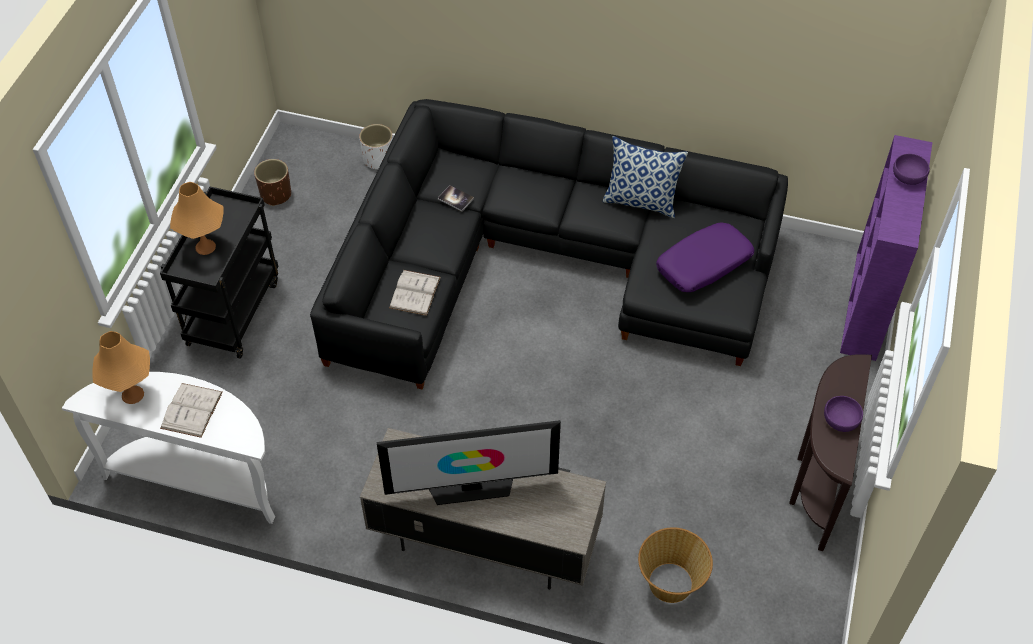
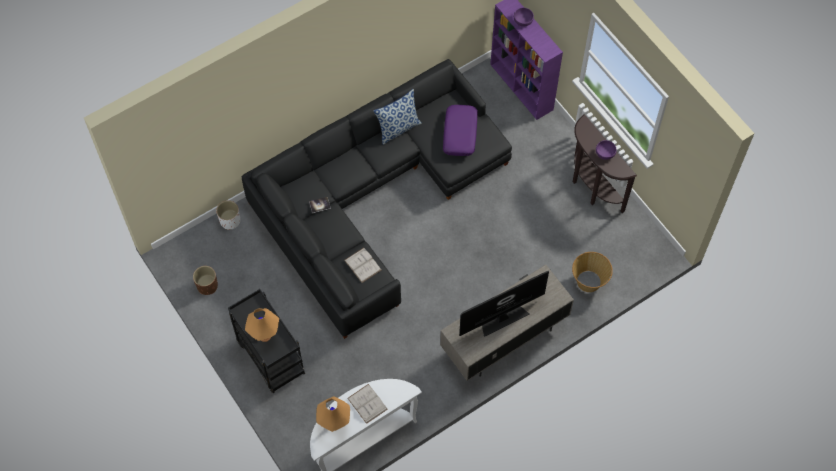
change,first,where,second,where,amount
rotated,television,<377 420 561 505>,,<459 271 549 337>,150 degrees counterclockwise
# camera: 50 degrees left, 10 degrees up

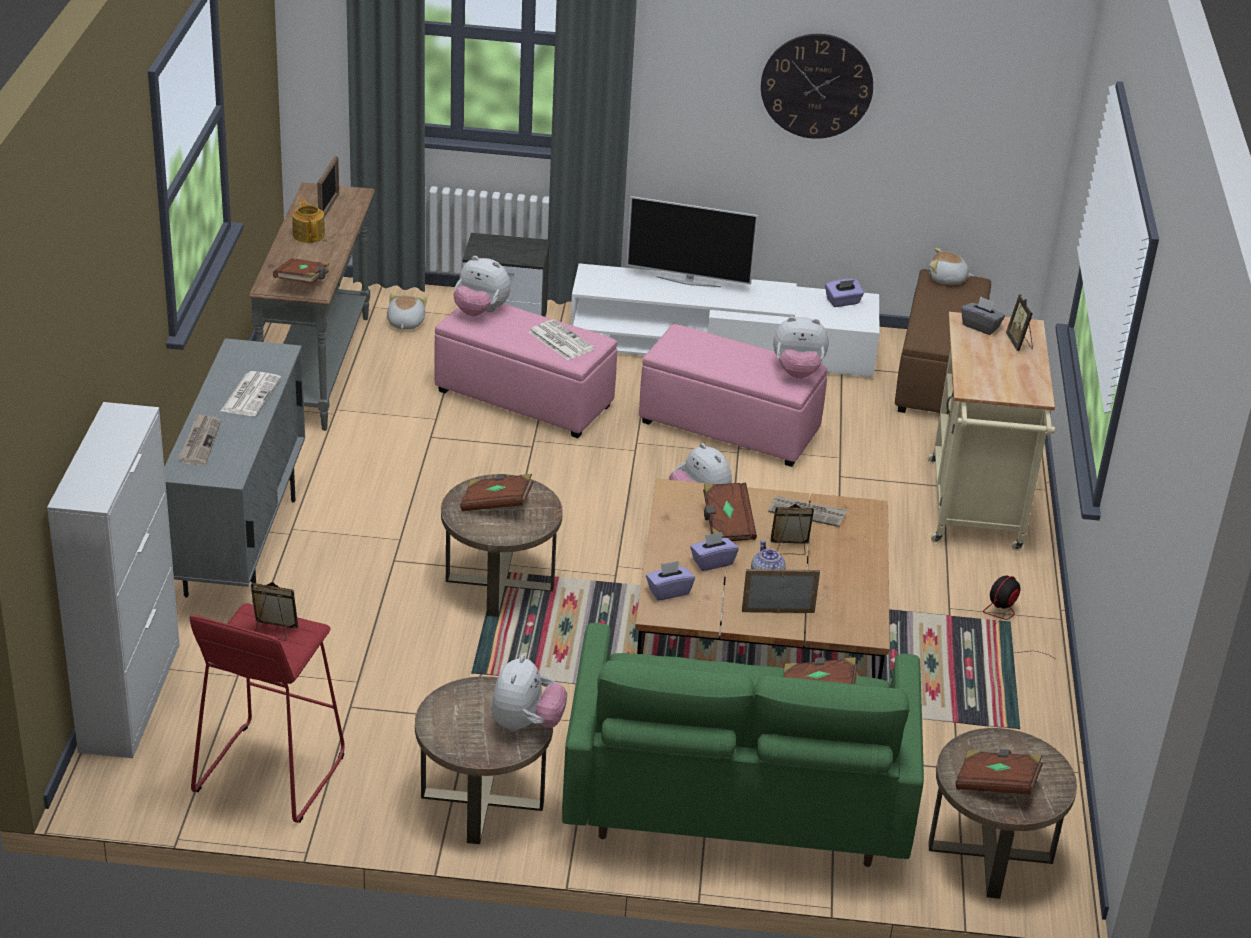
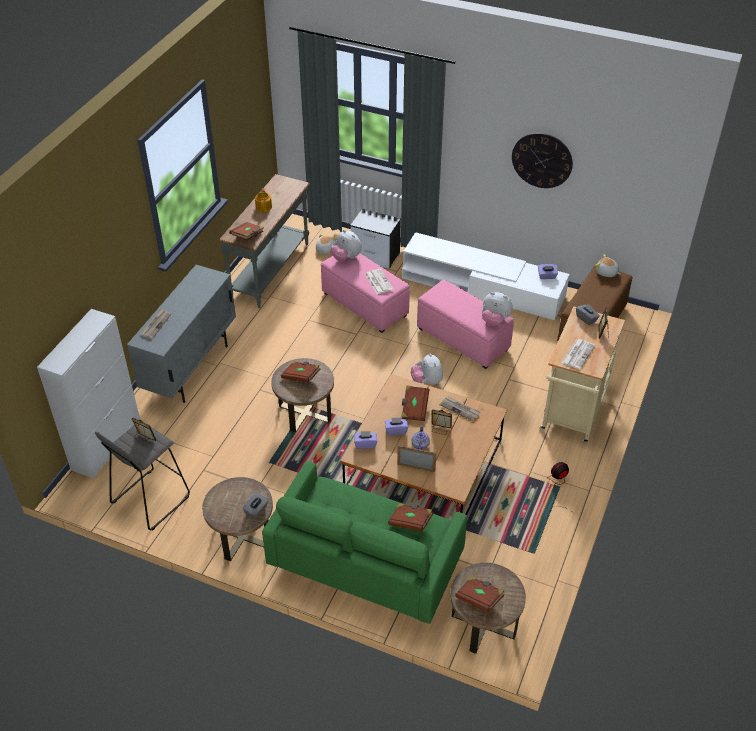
change,first,where,second,where,amount
repainted,red stool,<190 603 345 823>,grey stool,<95 425 190 530>,
swapped,plush toy,<491 655 567 732>,grey tissue box,<243 492 269 519>,
shifted,newspaper,<221 371 281 416>,,<562 339 595 369>,
gone,picture frame,<317 156 339 217>,,,
gone,television,<626 196 758 287>,,,
# camera: 20 degrees right, 10 degrees up

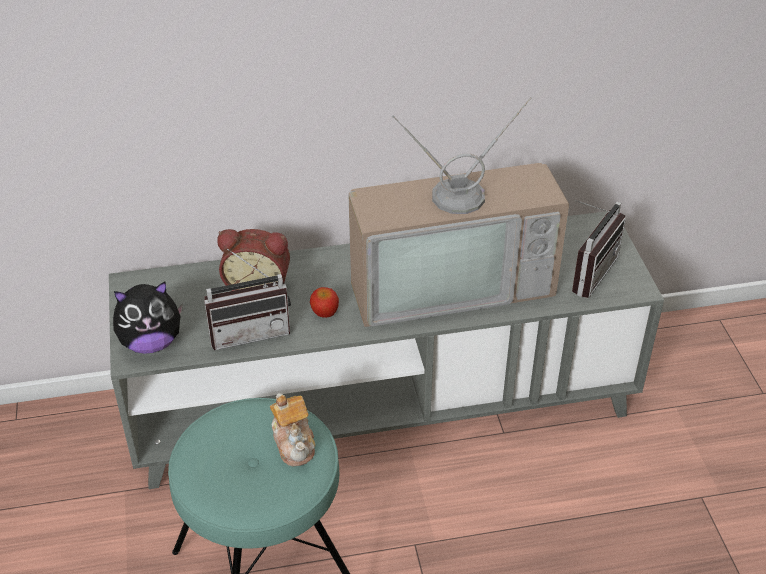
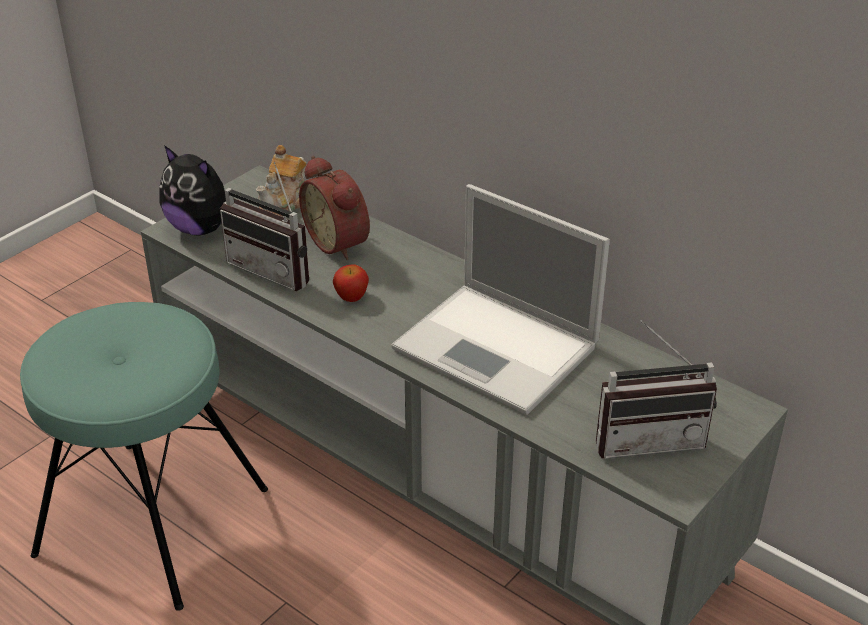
change,first,where,second,where,amount
shifted,teapot,<270 393 316 466>,,<256 145 306 217>,
swapped,television,<348 97 569 327>,laptop,<391 184 610 415>,
# camera: 50 degrees right, 5 degrees down

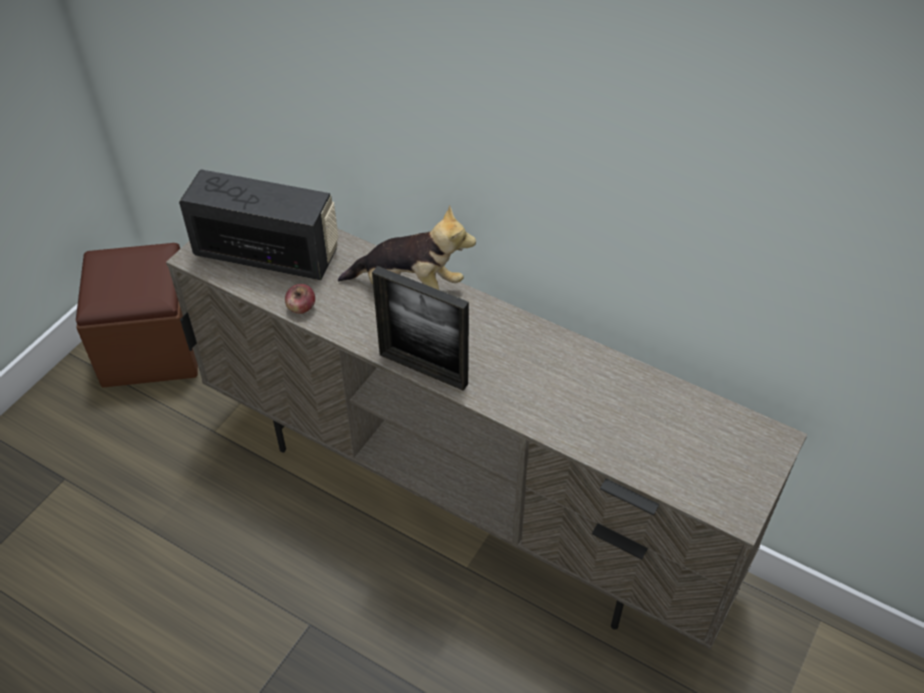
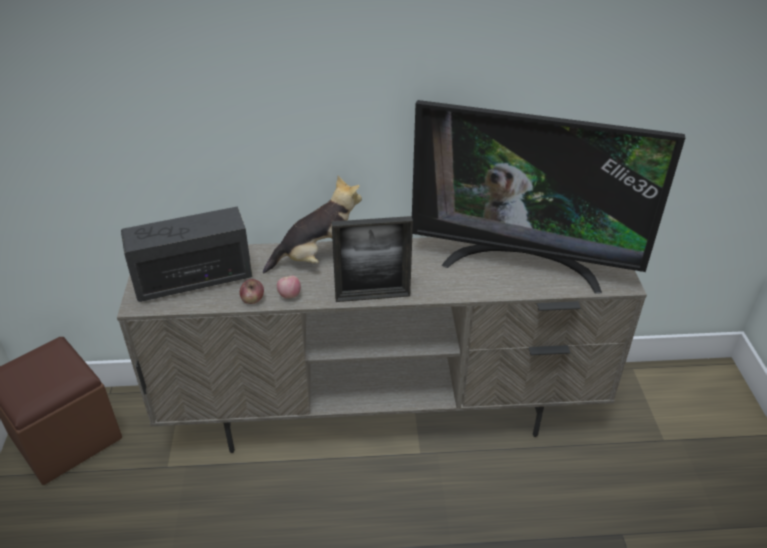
change,first,where,second,where,amount
new,,,apple,<277 276 301 299>,
new,,,television,<412 100 685 294>,
# camera: 35 degrees left, 10 degrees down

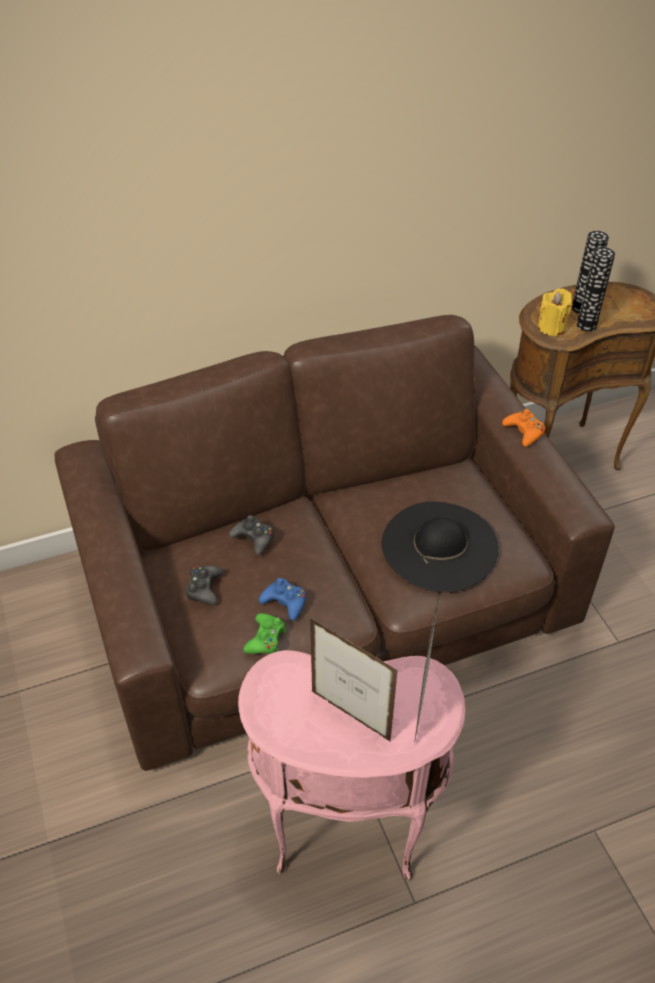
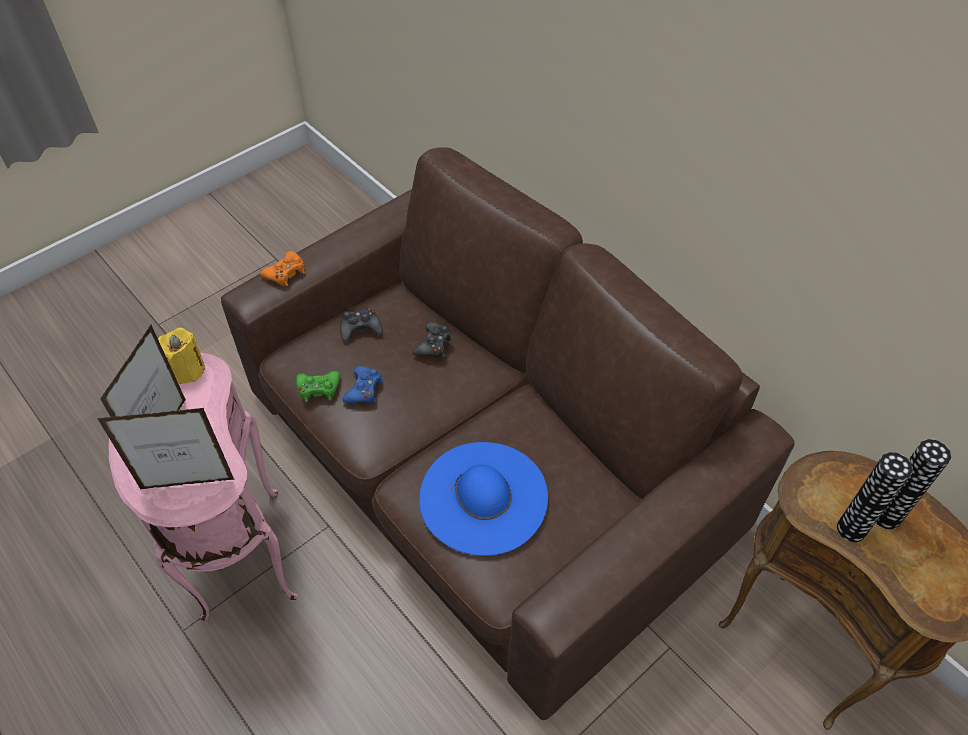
change,first,where,second,where,amount
shifted,yellow candle,<538 288 572 336>,,<158 328 205 384>,
shifted,orange game controller,<502 409 545 447>,,<260 251 305 286>,
repainted,black hat,<382 502 499 593>,blue hat,<419 442 548 556>,
# camera: 70 degrees right, 5 degrees up

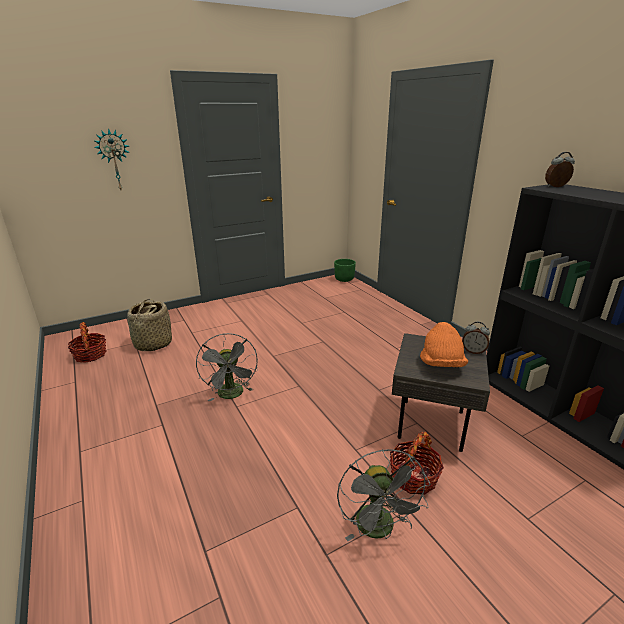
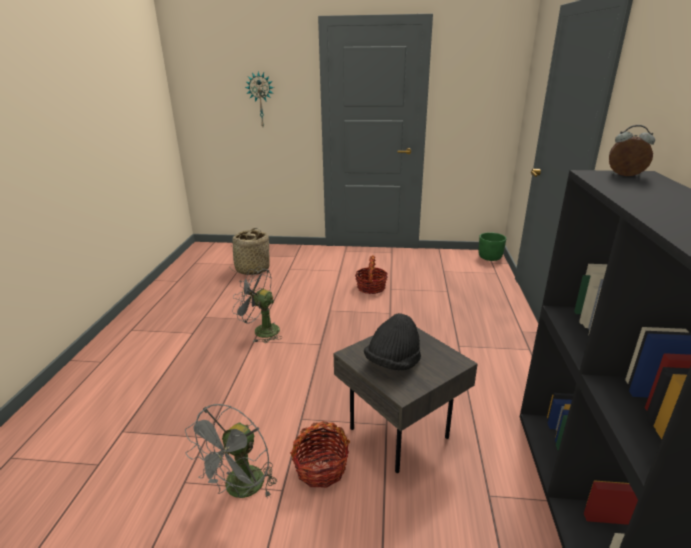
change,first,where,second,where,amount
rotated,grey fan,<196 333 258 401>,,<232 267 283 343>,90 degrees clockwise
shifted,basket,<68 322 106 363>,,<355 255 388 294>,
repainted,orange hat,<420 322 468 367>,black hat,<364 313 421 371>,
gone,alarm clock,<462 322 490 354>,,,
# camera: 35 degrees right, 0 degrees up

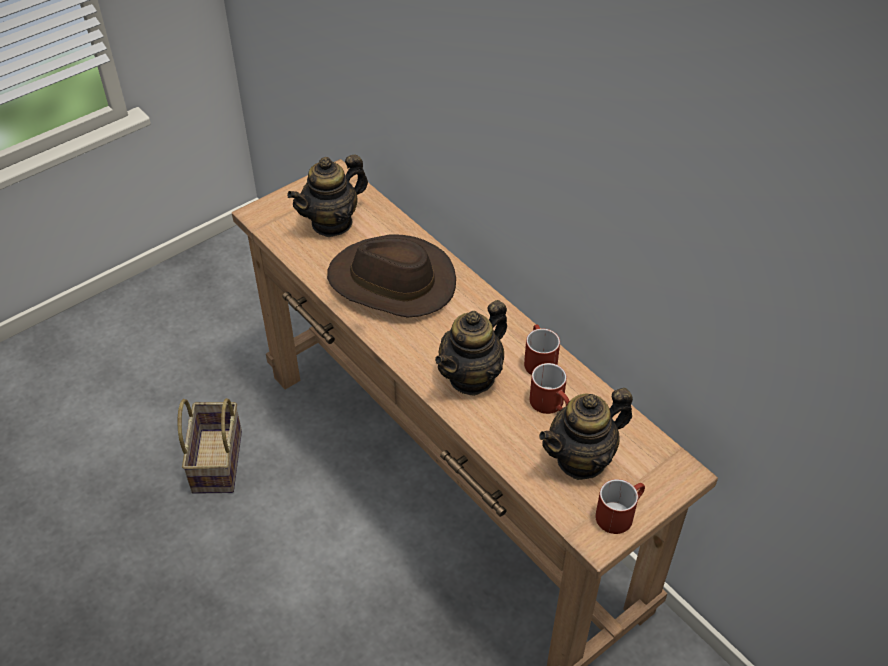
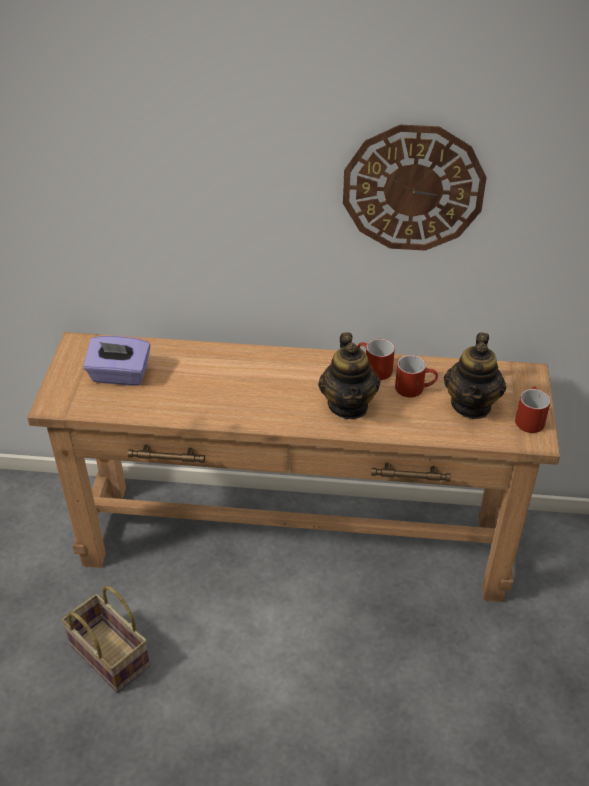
change,first,where,second,where,amount
swapped,teapot,<287 155 368 237>,purple tissue box,<83 336 150 386>,
new,,,wall clock,<343 125 487 251>,
gone,brown hat,<327 234 456 318>,,,
# camera: 45 degrees left, 5 degrees down

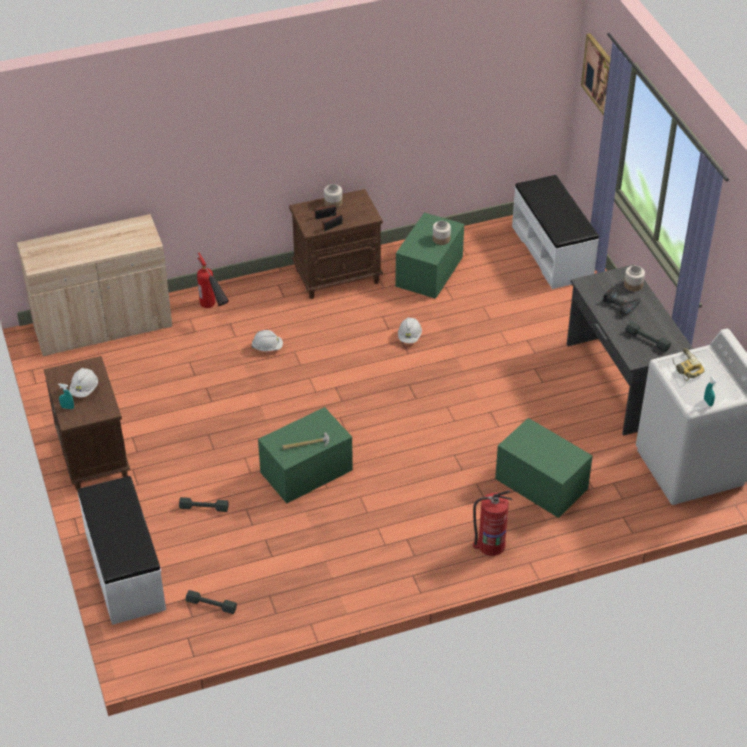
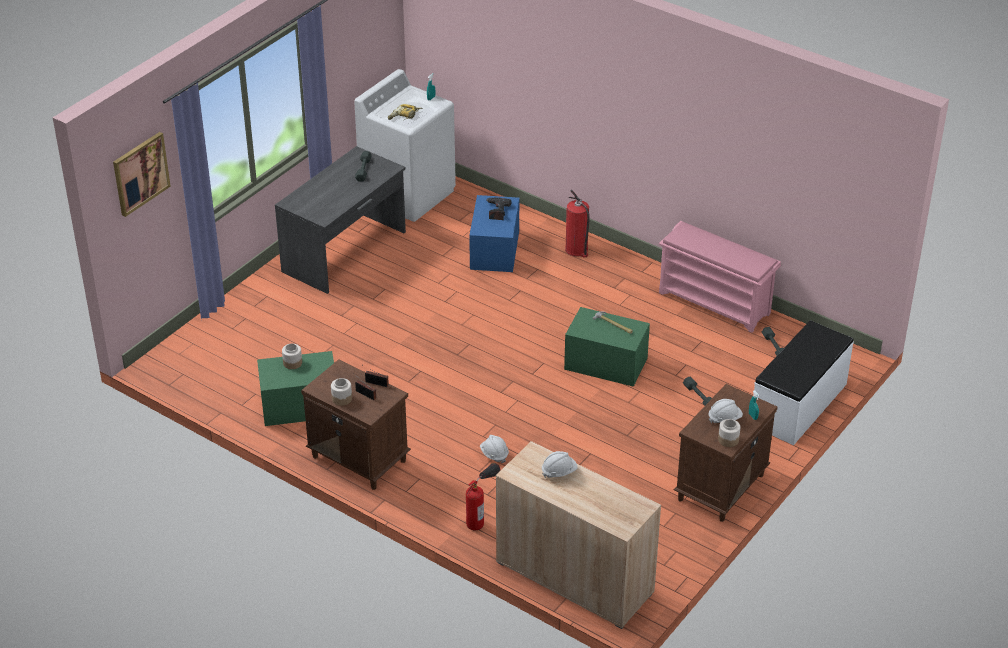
change,first,where,second,where,amount
repainted,green storage box,<495 418 593 518>,blue storage box,<469 195 519 272>,
shifted,power drill,<603 286 641 316>,,<487 197 511 220>,
shifted,white hard hat,<398 318 422 343>,,<542 451 578 478>,
new,,,pink shoe rack,<659 221 781 333>,
shifted,jar,<624 266 645 291>,,<718 419 740 447>,
gone,white bench,<512 175 599 289>,,,
# camera: 125 degrees left, 5 degrees down

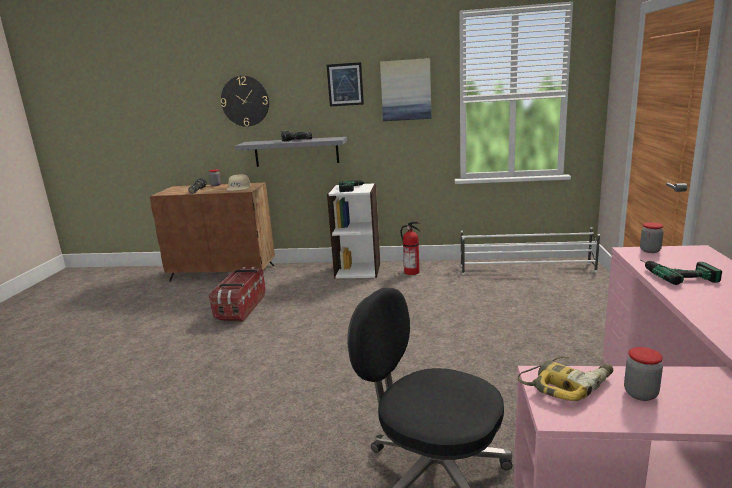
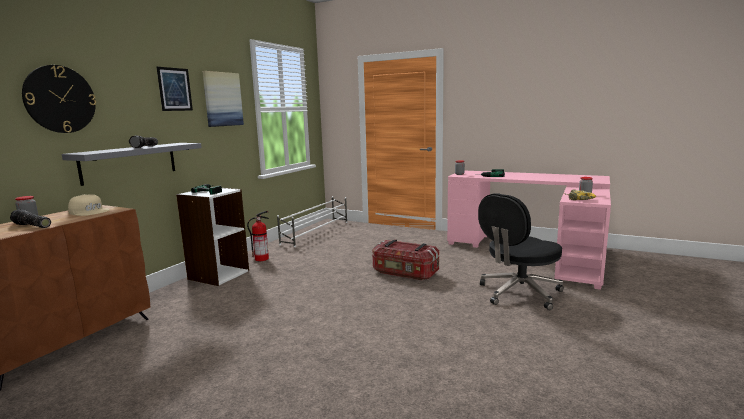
change,first,where,second,where,amount
shifted,storage box,<209 267 266 322>,,<372 239 439 281>,
# camera: 70 degrees left, 5 degrees down

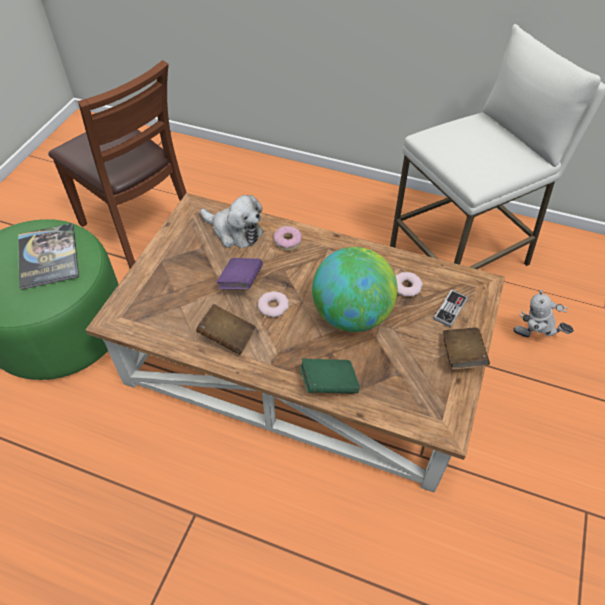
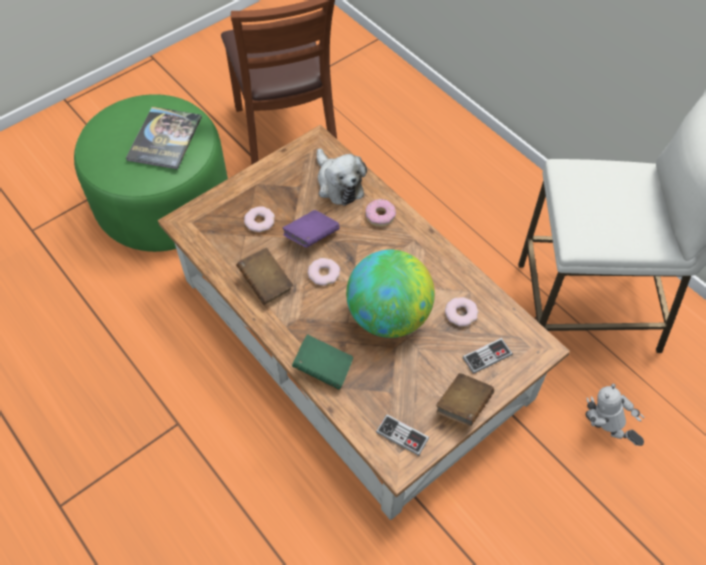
change,first,where,second,where,amount
new,,,donut,<244 207 275 232>,
new,,,game controller,<376 414 429 456>,
# camera: 30 degrees right, 5 degrees up

